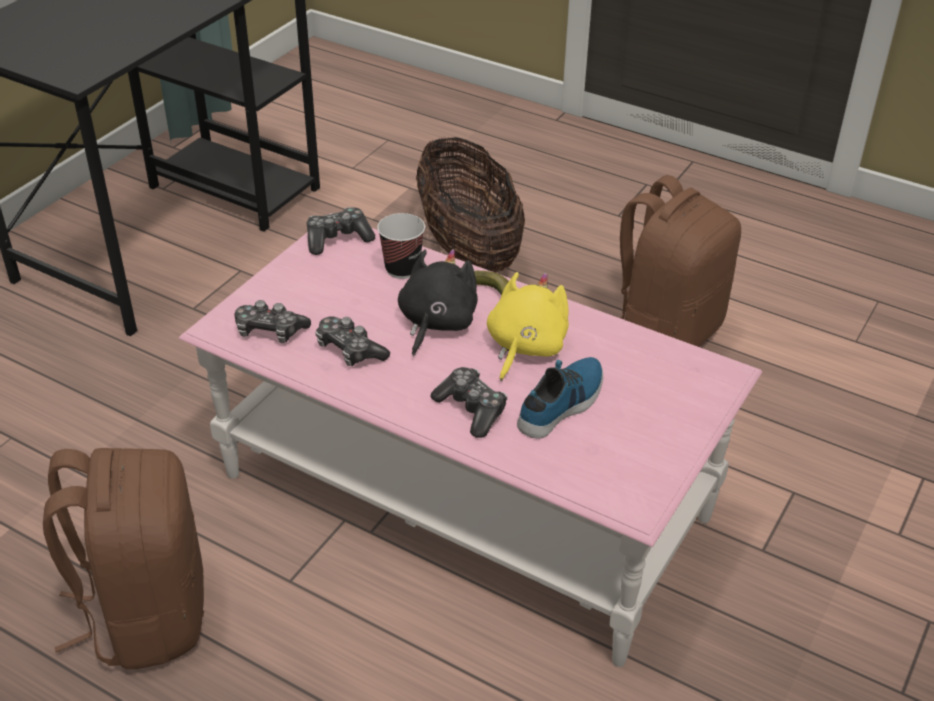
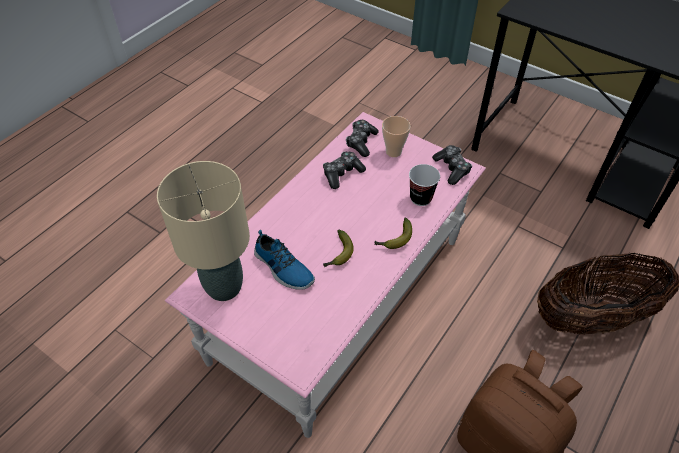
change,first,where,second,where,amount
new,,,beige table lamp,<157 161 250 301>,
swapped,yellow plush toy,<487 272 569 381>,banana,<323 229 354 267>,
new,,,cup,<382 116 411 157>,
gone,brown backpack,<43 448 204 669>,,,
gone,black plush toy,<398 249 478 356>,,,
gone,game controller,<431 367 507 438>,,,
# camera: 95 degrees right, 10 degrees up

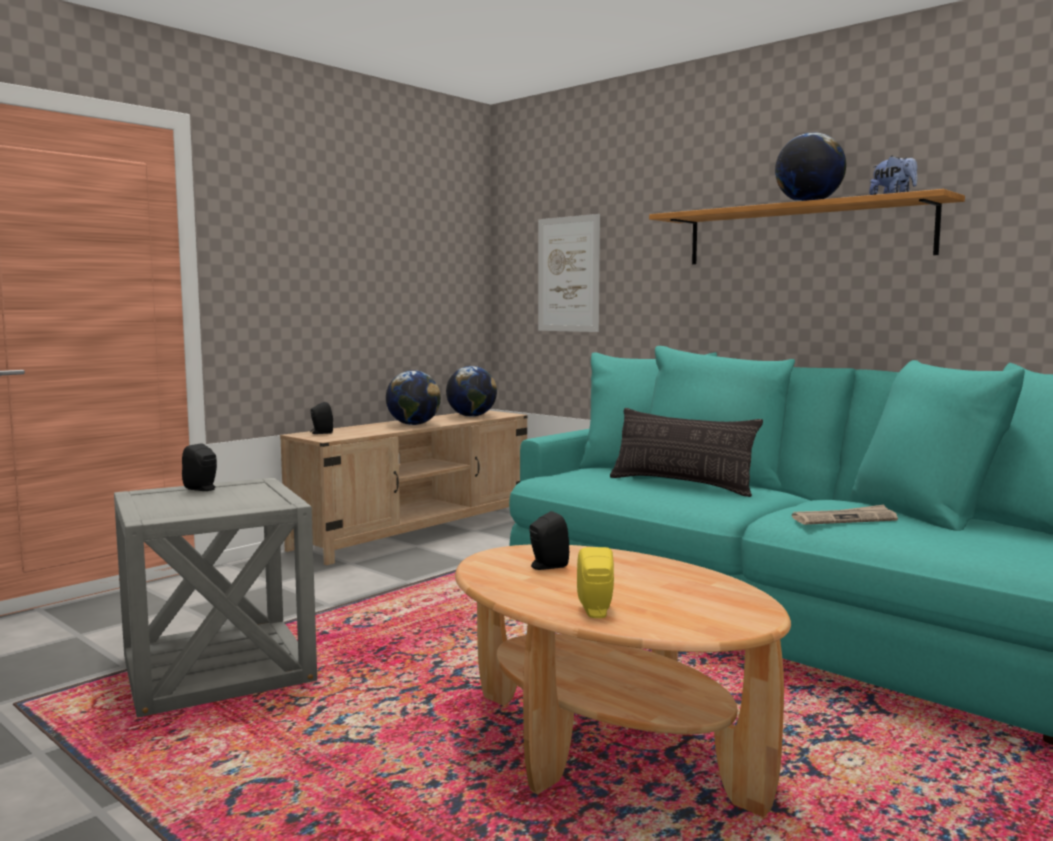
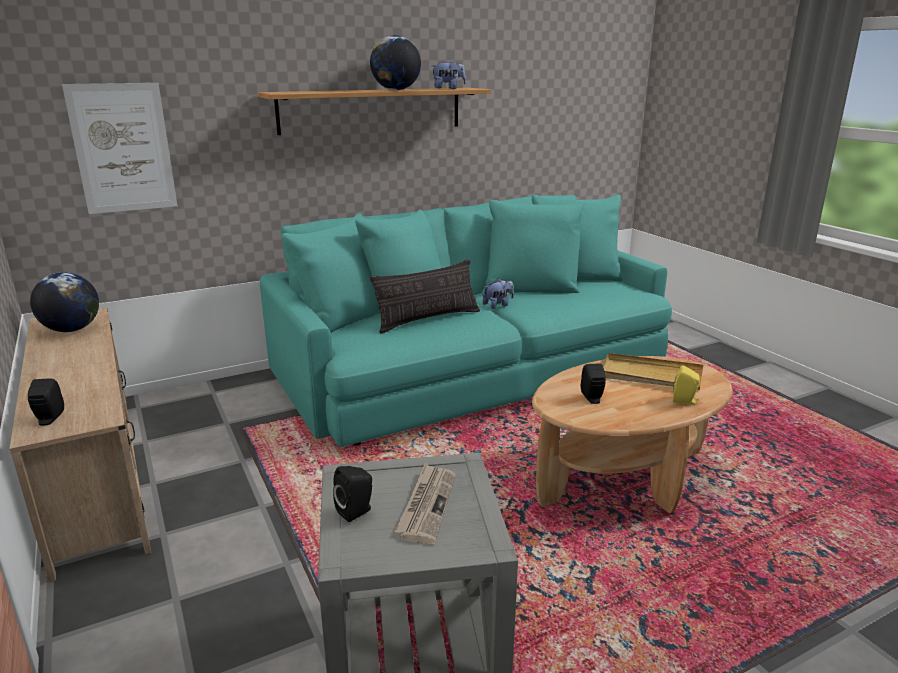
change,first,where,second,where,amount
shifted,newspaper,<792 505 898 525>,,<394 464 456 544>,
new,,,plush toy,<483 278 514 309>,
new,,,beige tray,<603 353 703 390>,
gone,globe,<386 370 441 425>,,,
# camera: 70 degrees left, 15 degrees up

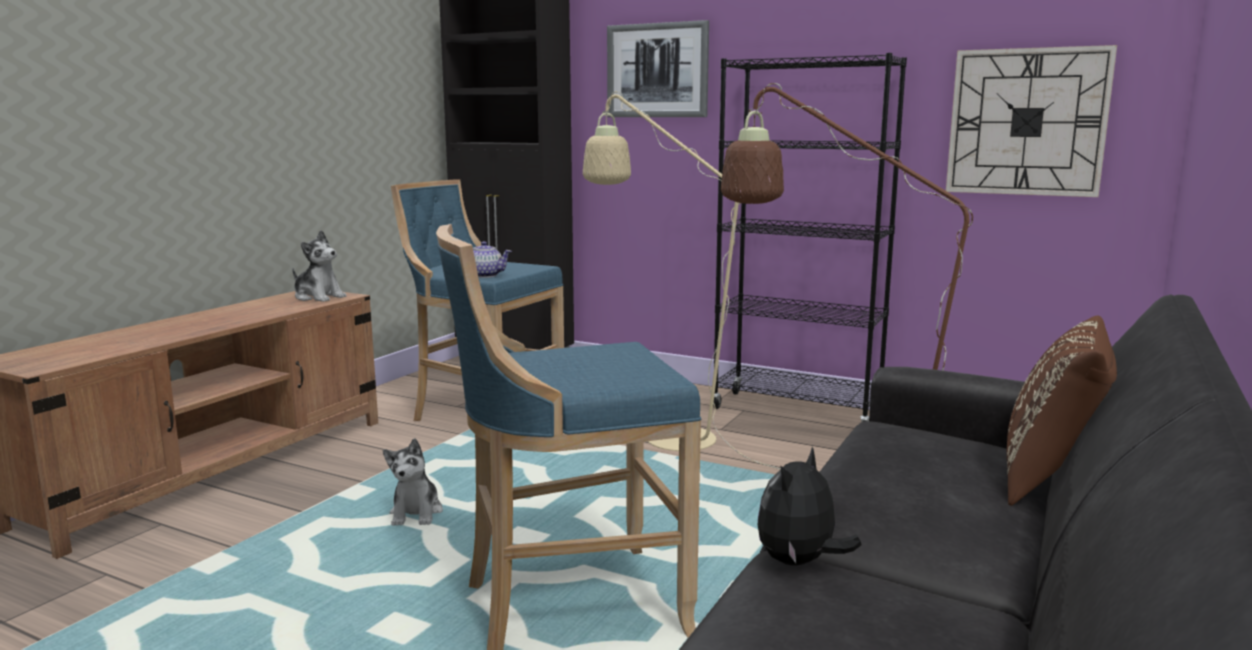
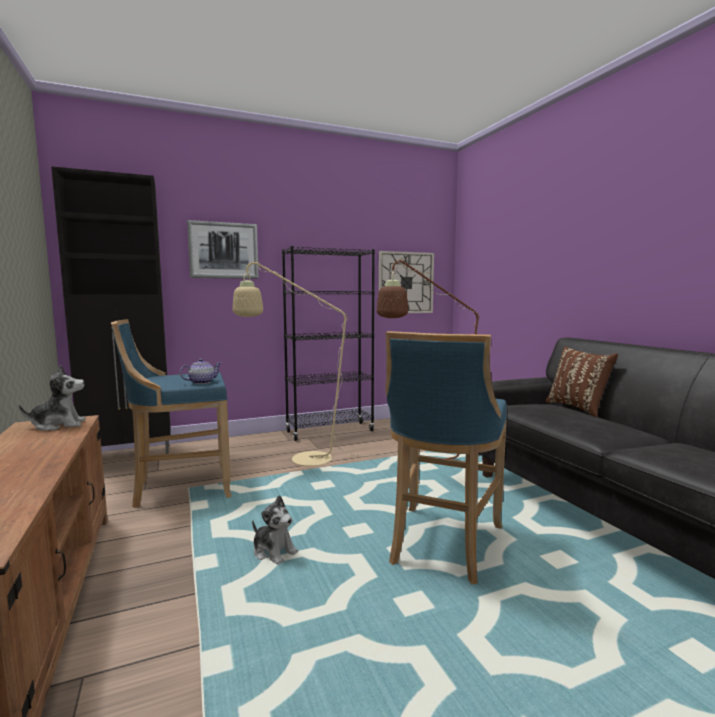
change,first,where,second,where,amount
gone,plush toy,<758 447 861 566>,,,
# camera: 50 degrees left, 5 degrees down

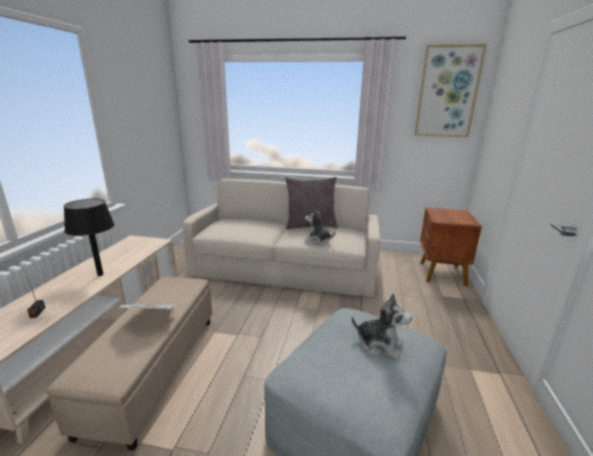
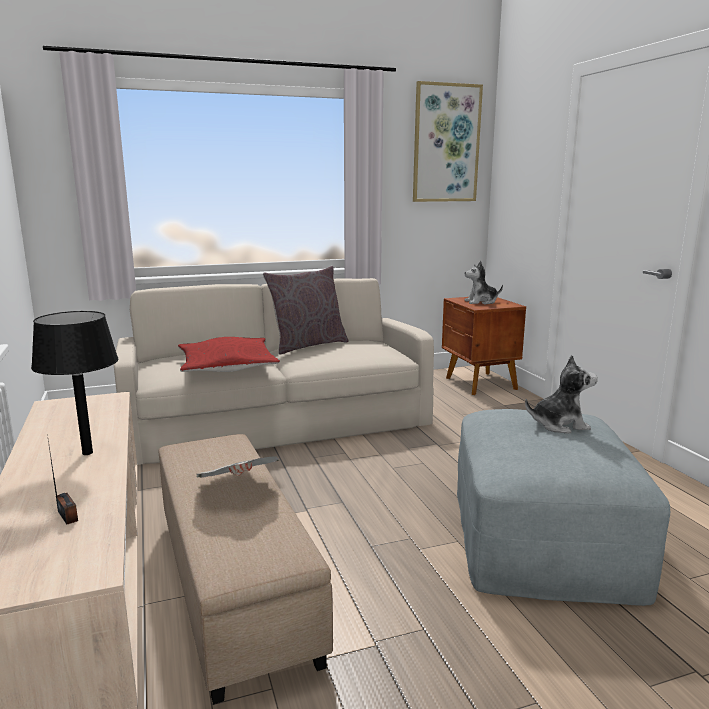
change,first,where,second,where,amount
new,,,red pillow,<178 337 280 372>,
shifted,plush toy,<305 210 335 245>,,<464 261 503 304>,
# camera: 30 degrees left, 5 degrees down

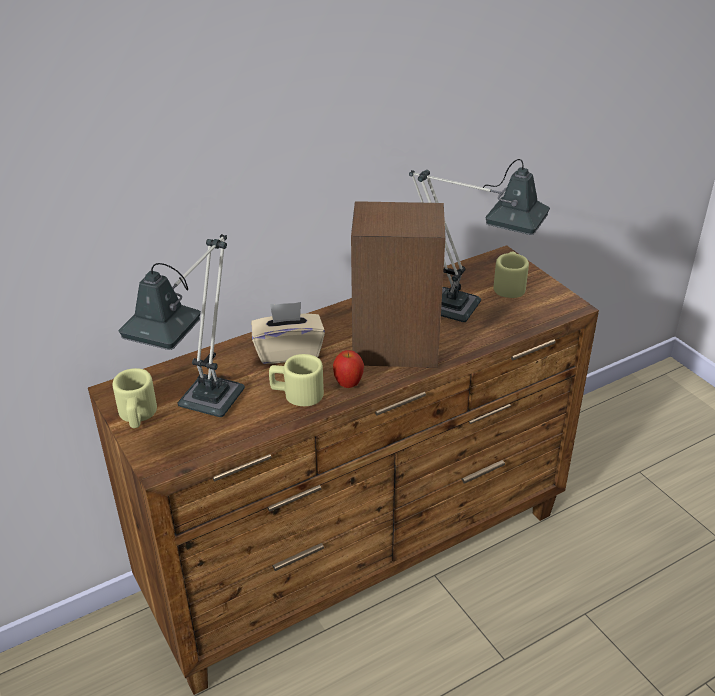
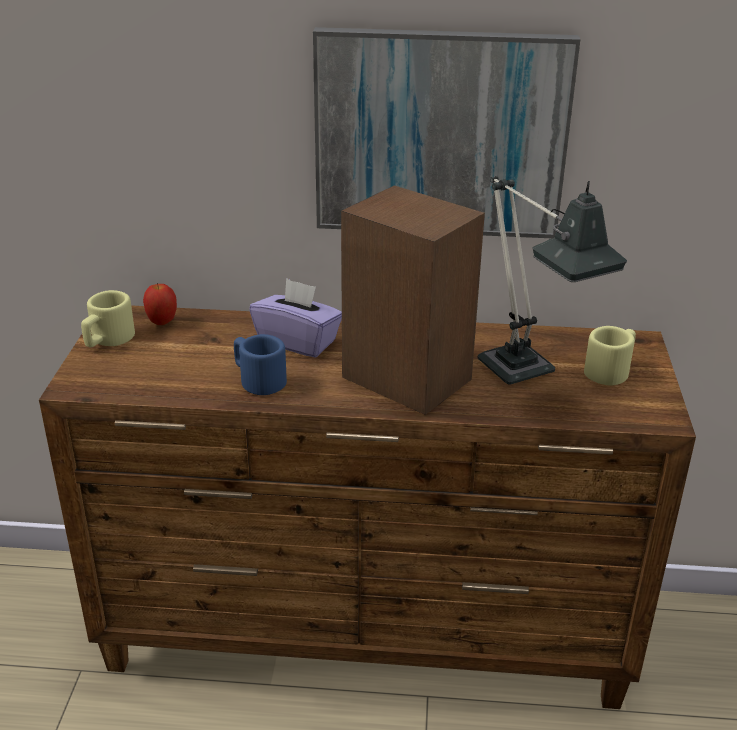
change,first,where,second,where,amount
shifted,apple,<333 350 364 388>,,<143 283 177 325>,
repainted,beige mug,<269 354 324 406>,blue mug,<234 334 287 395>,
repainted,beige tissue box,<251 302 325 364>,purple tissue box,<249 278 342 357>,
new,,,picture,<313 27 580 238>,
gone,table lamp,<119 234 245 417>,,,
# camera: 35 degrees right, 5 degrees down

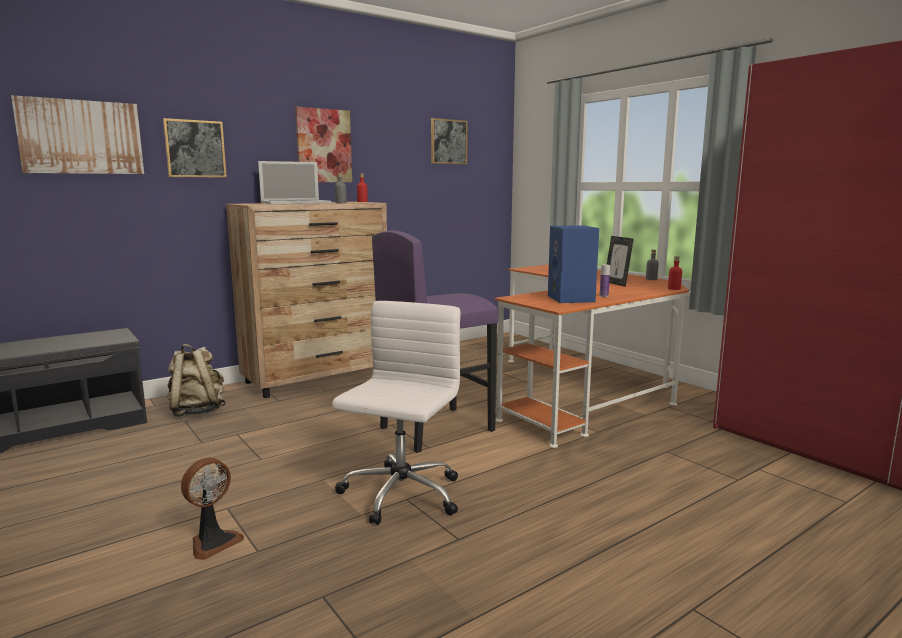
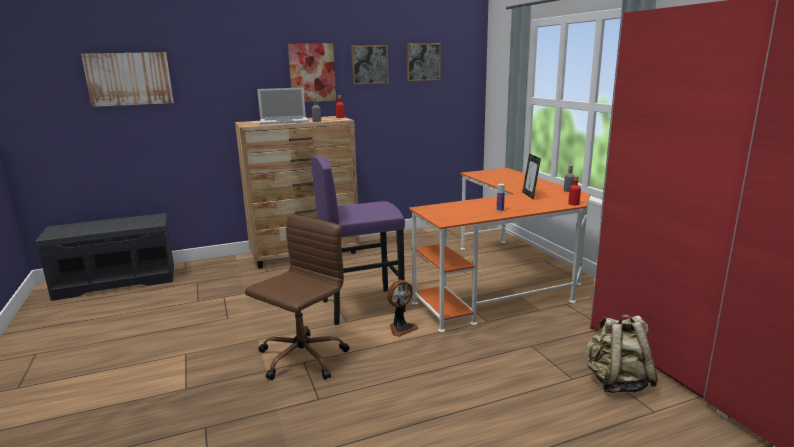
change,first,where,second,where,amount
repainted,white office chair,<332 301 461 525>,brown office chair,<245 215 350 380>,
shifted,picture,<163 118 227 177>,,<351 45 389 85>,
shifted,fan,<181 457 244 560>,,<387 280 419 337>,
shifted,beige backpack,<167 344 226 417>,,<586 314 658 393>,
gone,blue speaker,<548 225 599 303>,,,
# camera: 15 degrees right, 5 degrees up

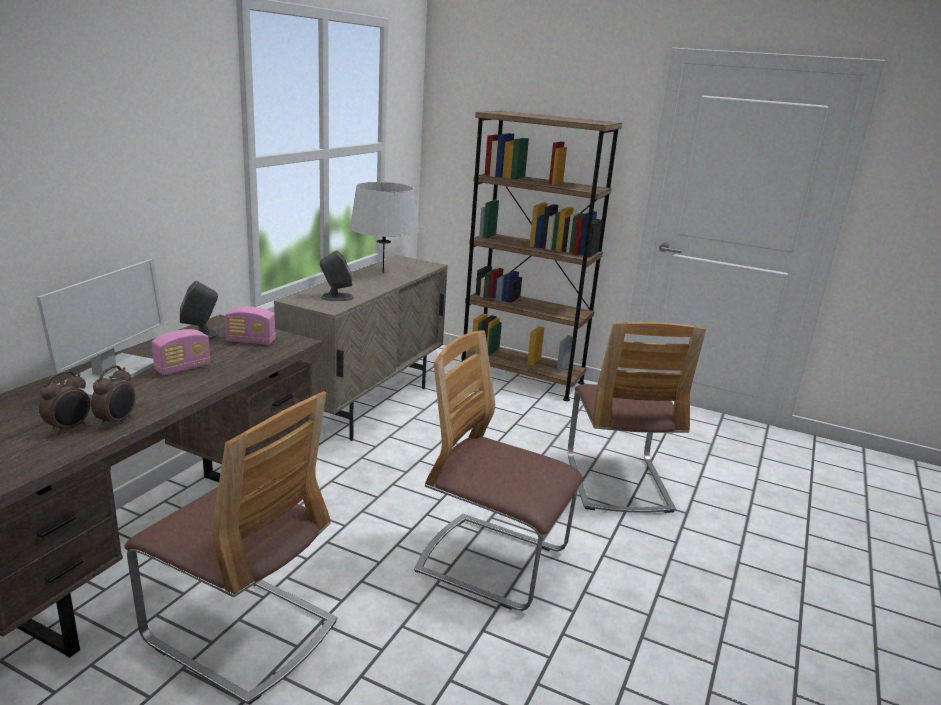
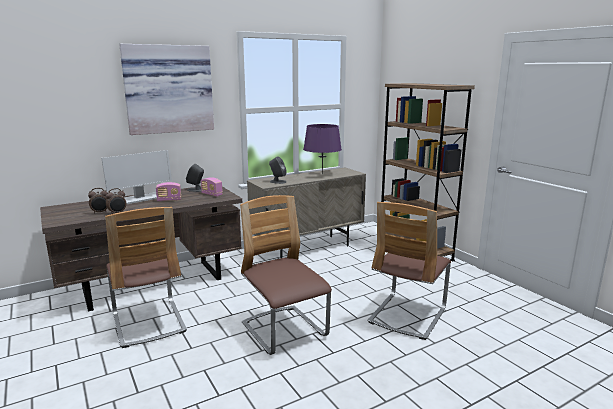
change,first,where,second,where,amount
new,,,picture,<119 44 214 135>,
repainted,grey table lamp,<350 182 419 273>,purple table lamp,<303 124 342 174>,
# camera: 35 degrees right, 5 degrees down

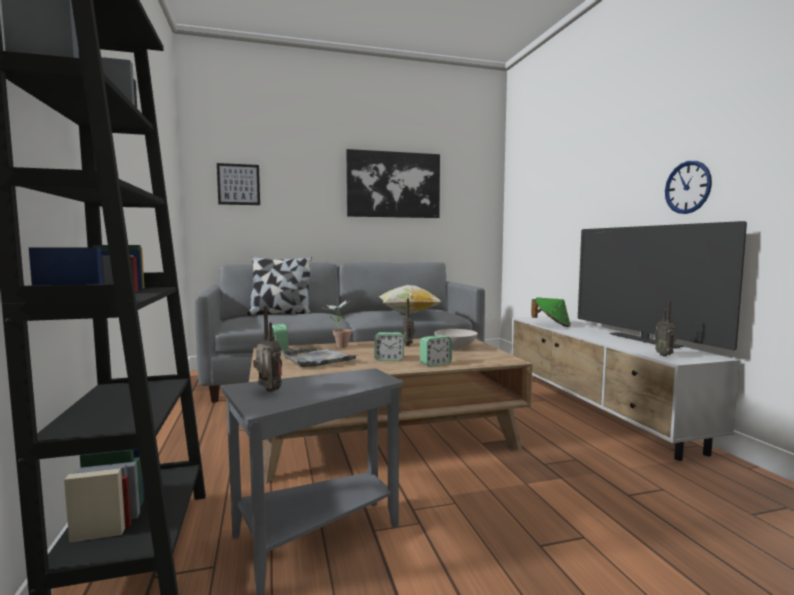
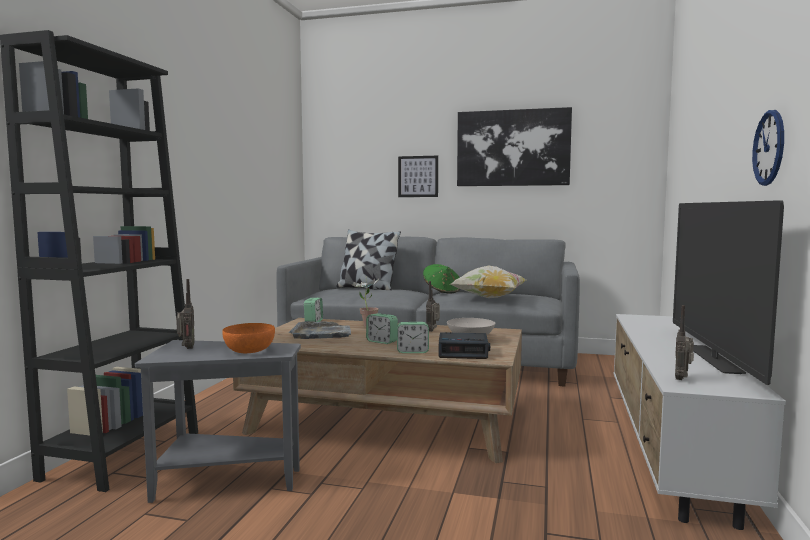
change,first,where,second,where,amount
new,,,orange bowl,<222 323 275 353>,
shifted,picture,<217 163 260 205>,,<398 156 438 197>,
shifted,green hat,<531 297 571 327>,,<423 264 460 294>,
new,,,alarm clock,<438 332 490 359>,
# camera: 30 degrees right, 0 degrees up

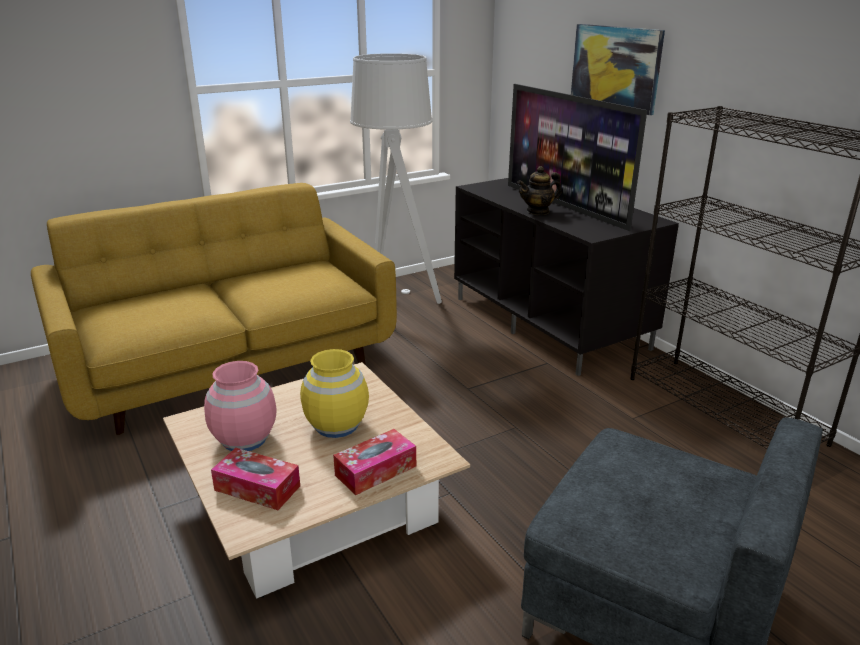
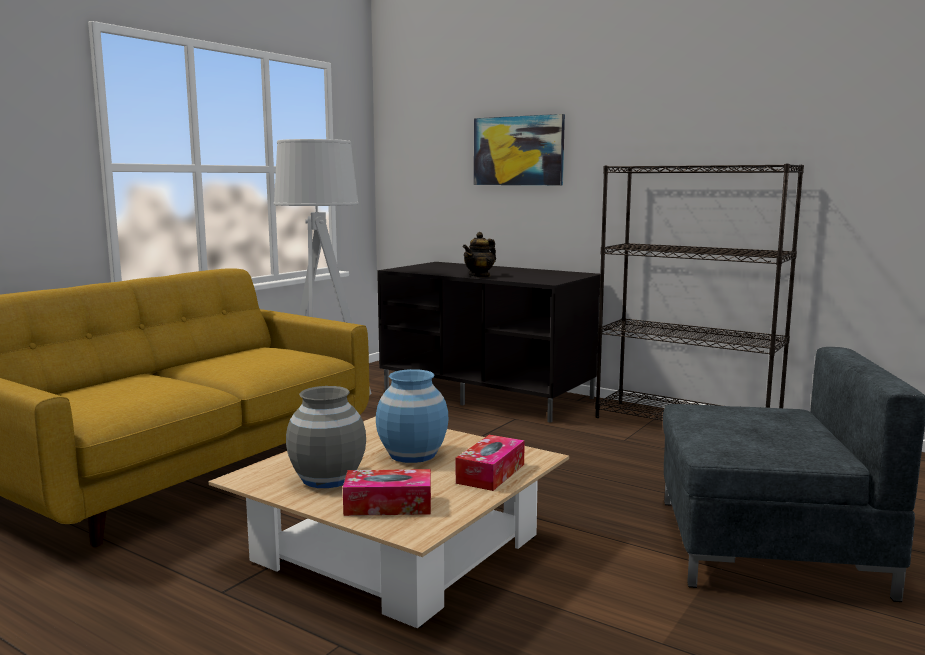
change,first,where,second,where,amount
repainted,pink vase,<204 361 277 451>,grey vase,<286 386 366 488>,
repainted,yellow vase,<300 349 369 438>,blue vase,<376 369 449 463>,
gone,television,<508 84 647 231>,,,
# camera: 25 degrees left, 15 degrees down

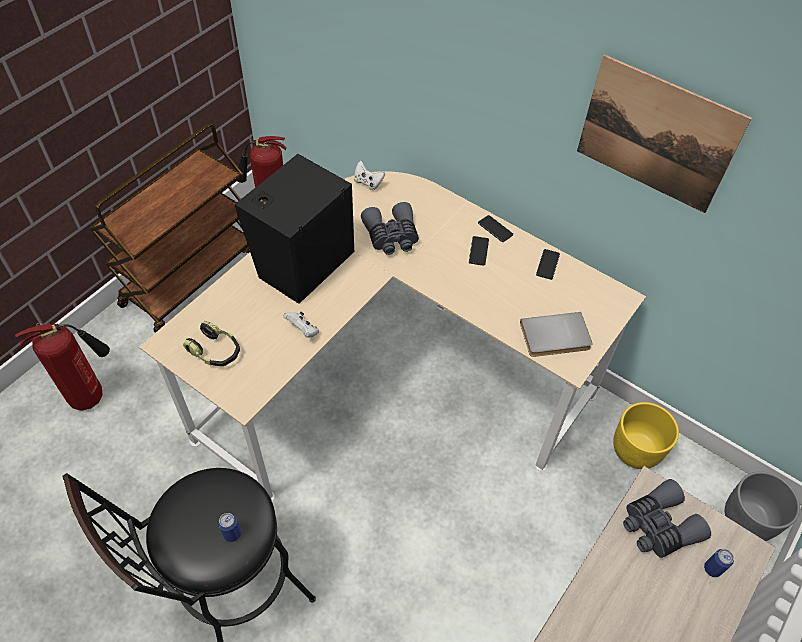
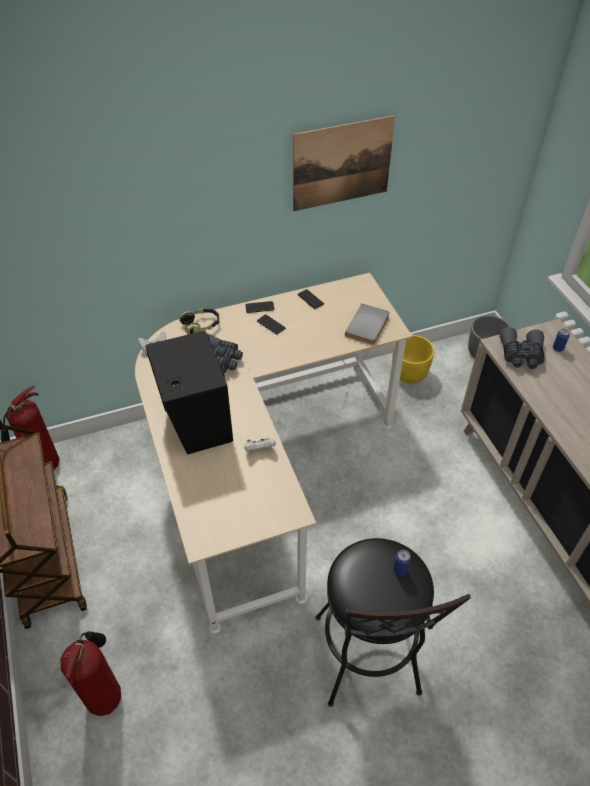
change,first,where,second,where,amount
shifted,headphones,<183 321 240 366>,,<179 308 219 334>,
# camera: 55 degrees left, 5 degrees down

